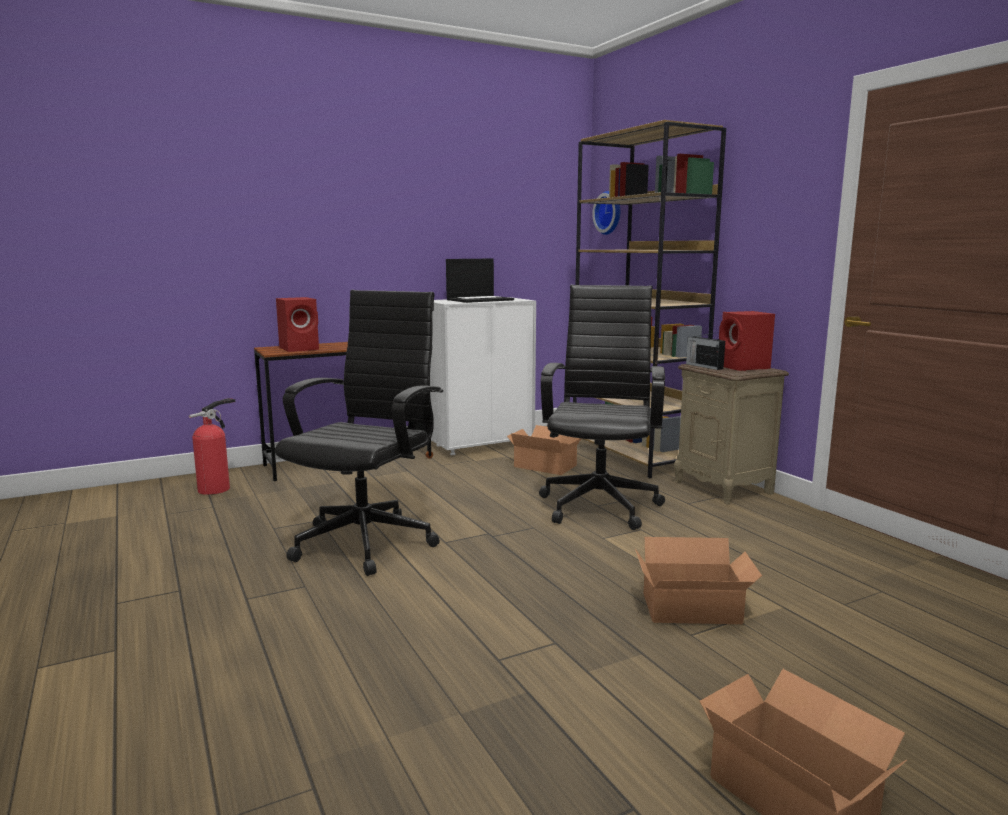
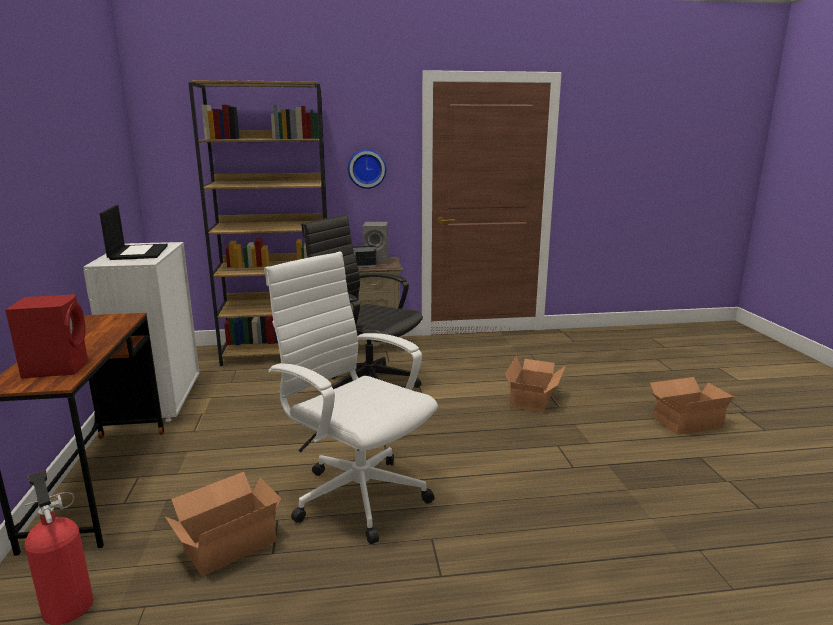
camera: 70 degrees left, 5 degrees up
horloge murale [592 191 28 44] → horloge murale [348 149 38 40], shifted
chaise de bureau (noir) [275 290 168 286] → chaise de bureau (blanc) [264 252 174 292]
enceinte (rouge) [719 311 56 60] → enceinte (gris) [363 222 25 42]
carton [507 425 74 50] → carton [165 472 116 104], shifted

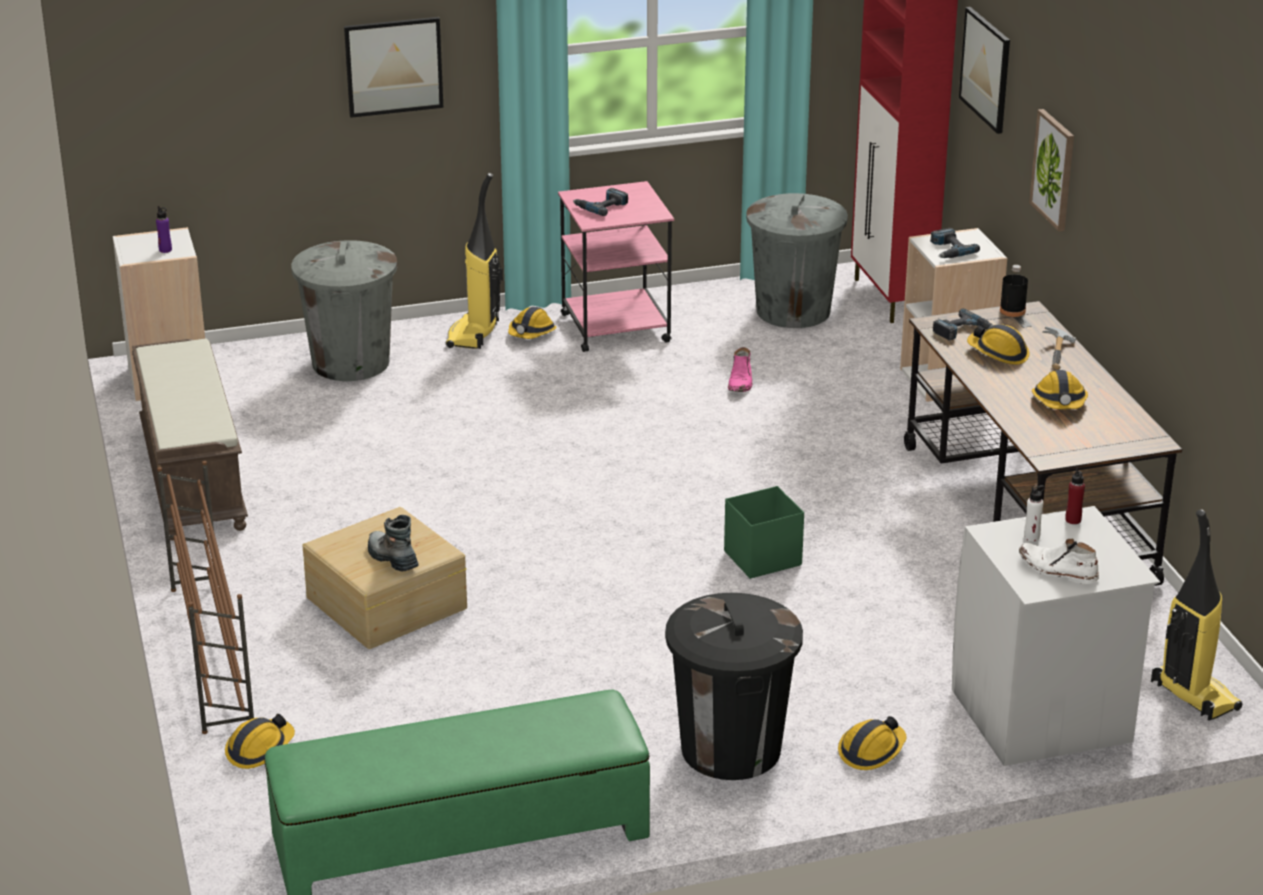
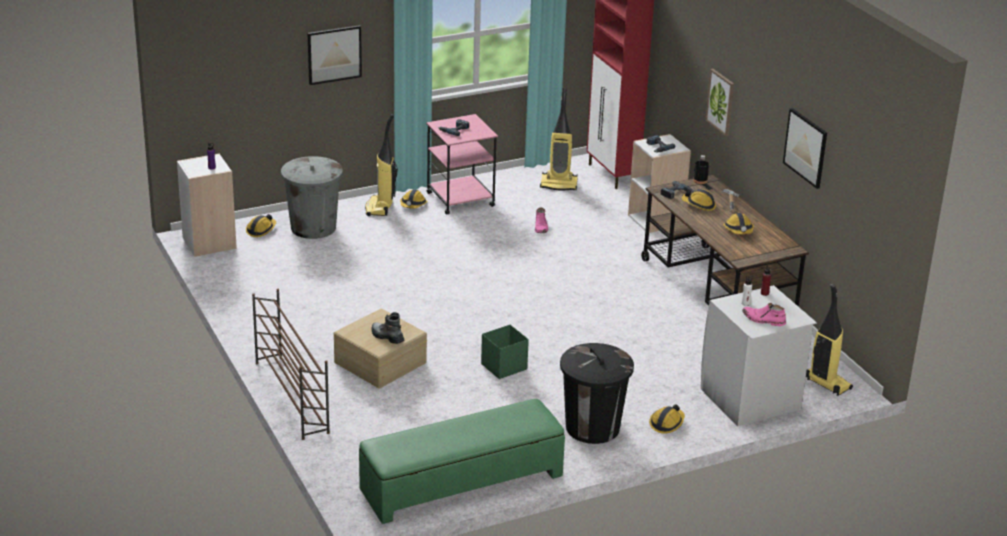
camera: 10 degrees left, 0 degrees up
tableau [959 7 51 127] → tableau [783 108 44 81], shifted
poubelle (gris) [746 193 102 135] → aspirateur [540 88 38 103]
banc (marron) [132 339 116 202] → -
boîte de rangement (vert) [724 486 80 93] → boîte de rangement (vert) [481 325 48 54], shifted
botte (blanc) [1019 538 80 46] → botte (rose) [742 303 44 23]
casque de chantier [225 714 70 55] → casque de chantier [246 214 30 23], shifted

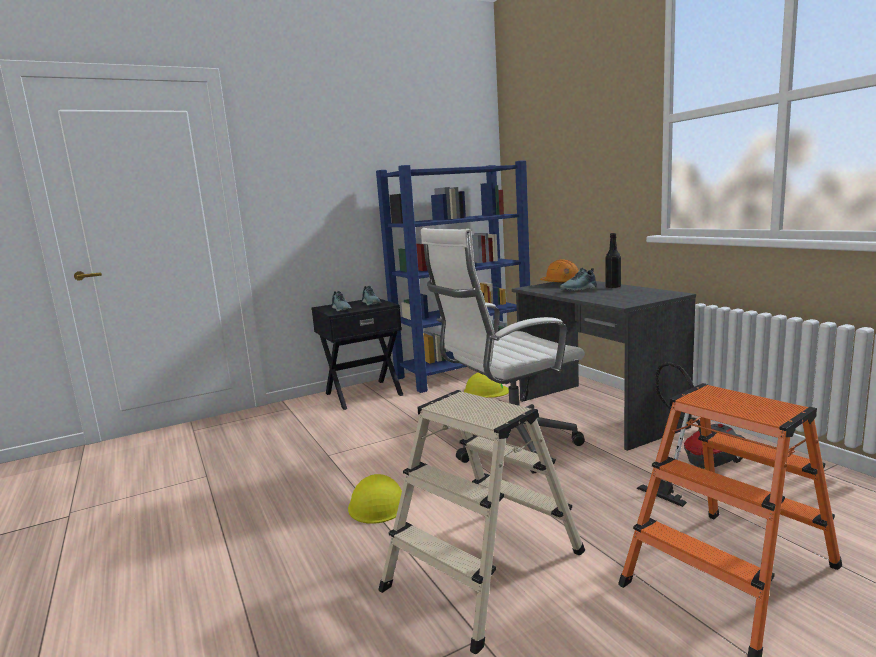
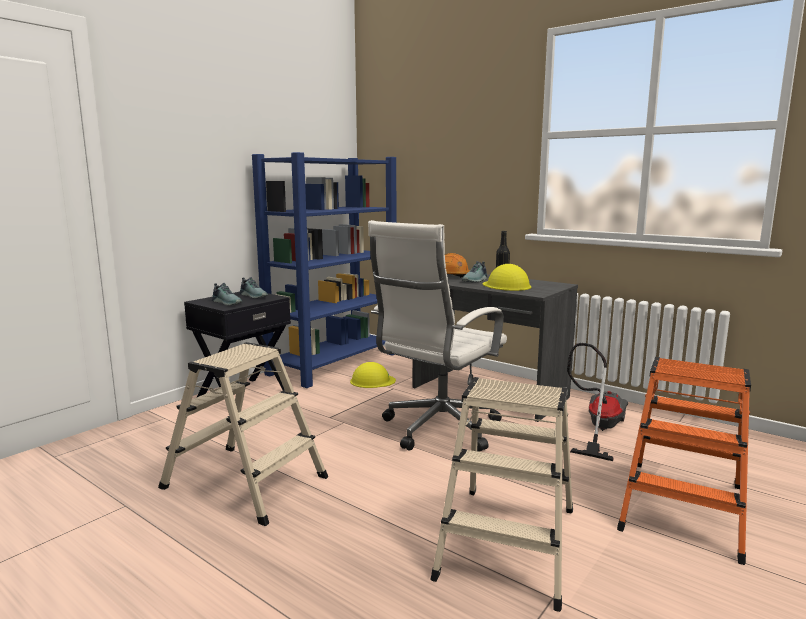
camera: 25 degrees left, 0 degrees up
casque de chantier (jaune) [348 474 54 50] → casque de chantier (jaune) [483 264 48 27], shifted
- → escabeau (beige) [158 342 170 184]

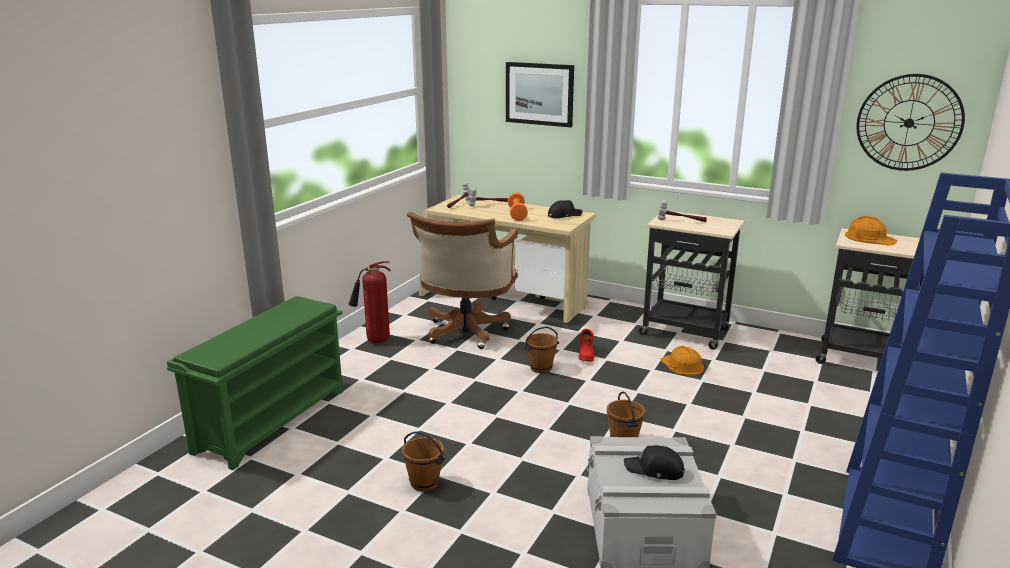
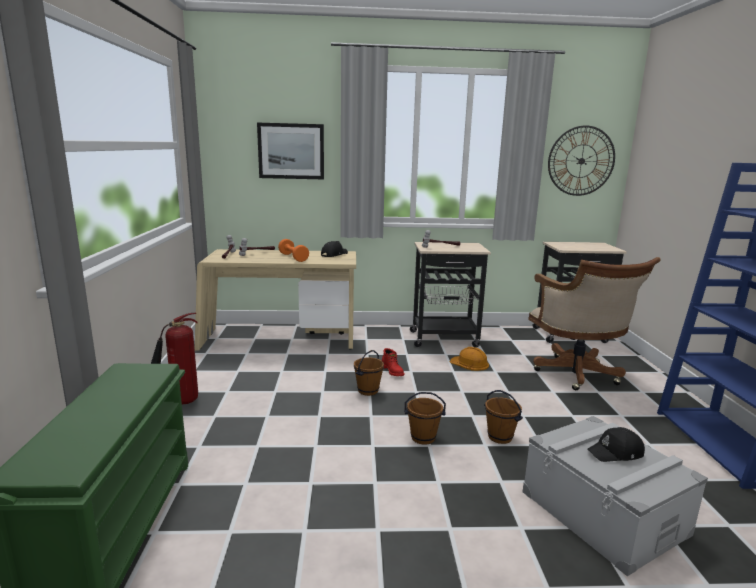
camera: 30 degrees left, 5 degrees down
chaise de bureau [407 211 111 138] → chaise de bureau [528 257 133 133], shifted
casque de chantier (orange) [845 216 52 29] → -
seau (marron) [402 431 43 61] → seau (marron) [404 392 42 53], shifted

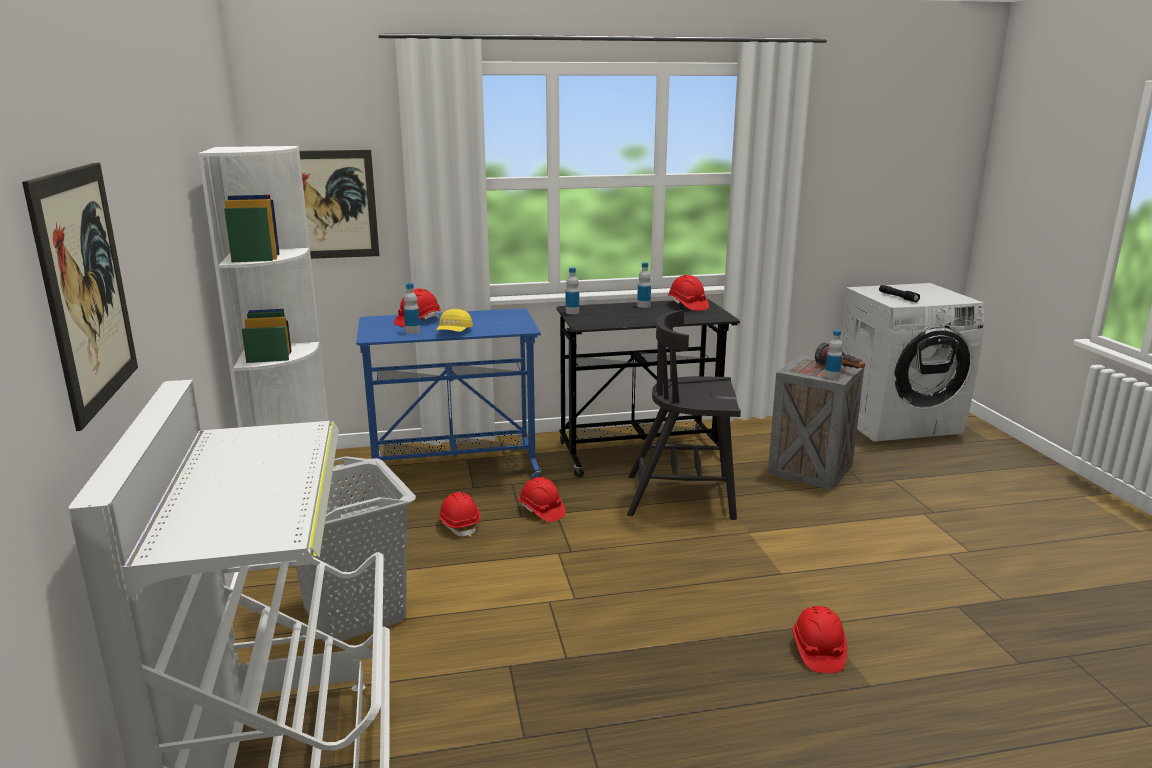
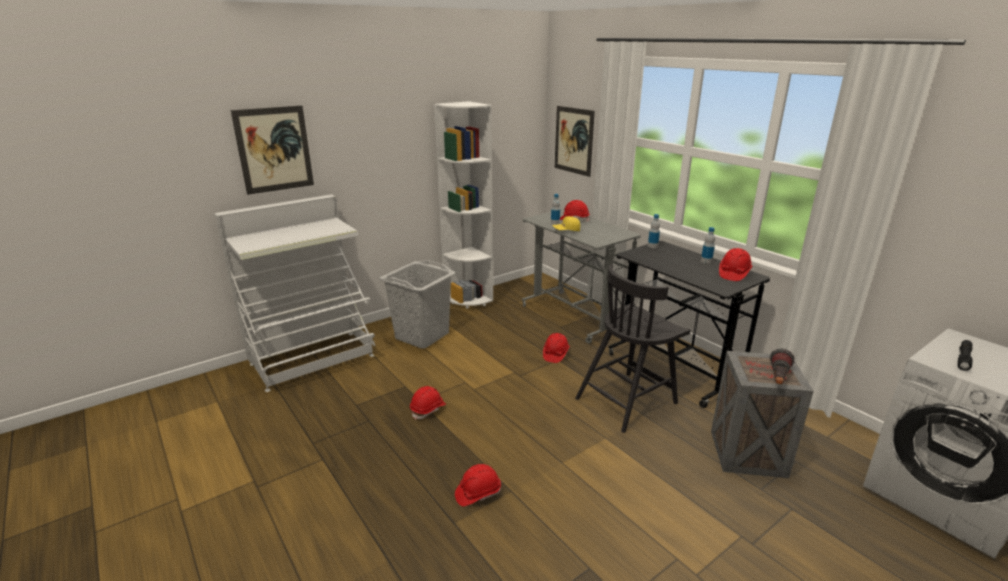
camera: 65 degrees right, 5 degrees up
bureau (bleu) [356 309 186 178] → bureau (gris) [522 209 119 135]
chaise (noir) [627 310 114 210] → chaise (noir) [575 264 115 169], 105 degrees counterclockwise
bouteille [825 330 18 49] → -
casque de chantier (rouge) [438 492 42 45] → casque de chantier (rouge) [410 386 36 34], shifted

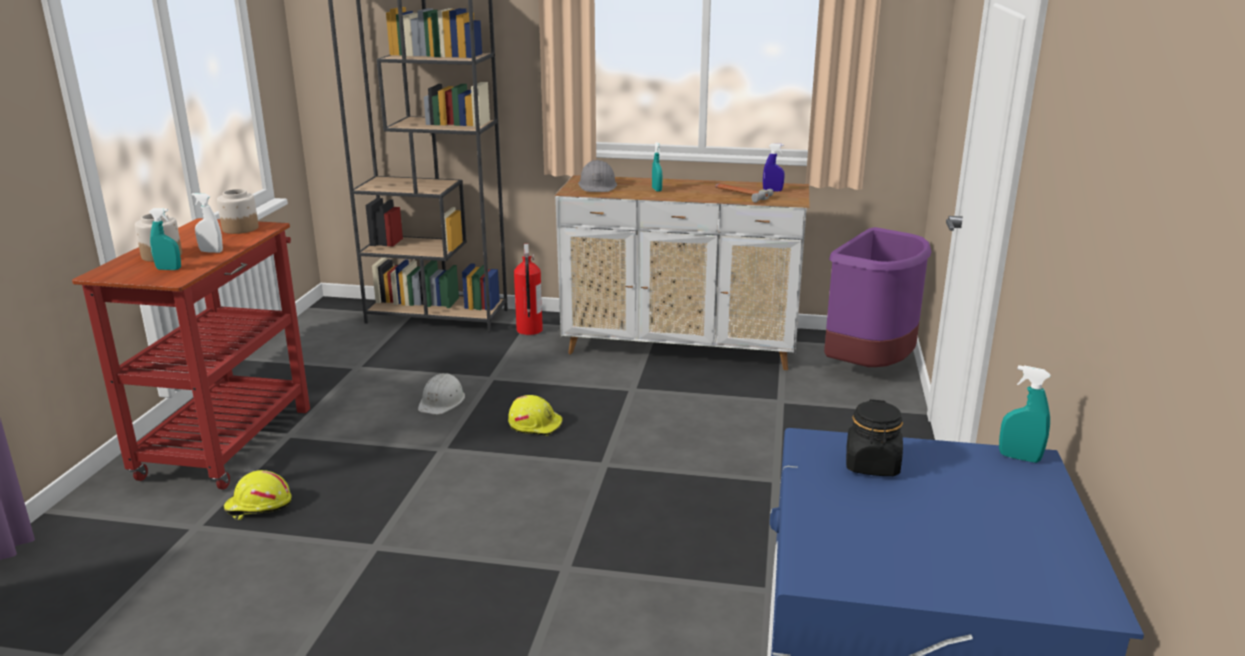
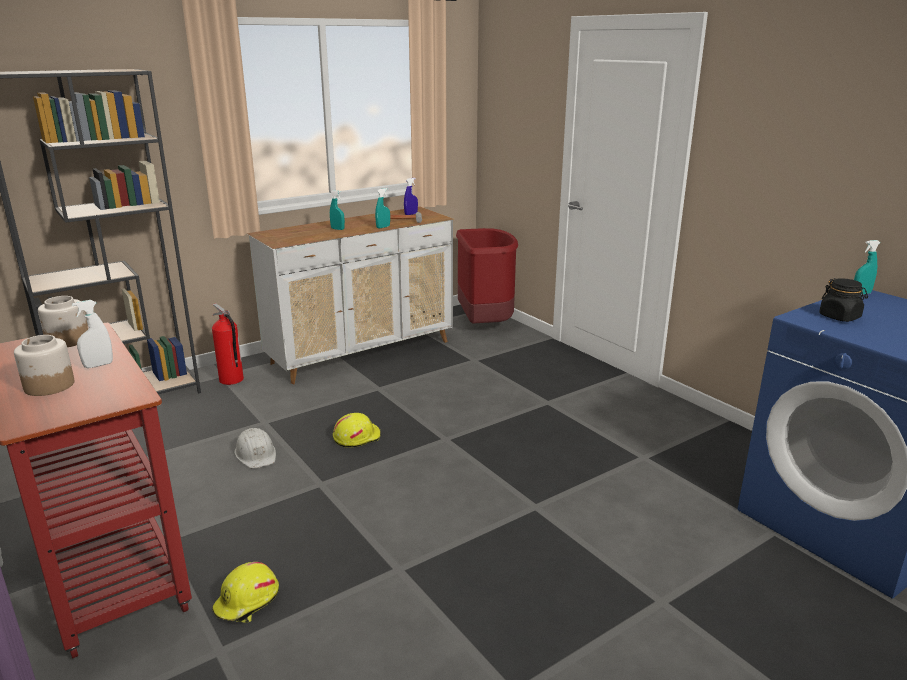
camera: 45 degrees left, 0 degrees up
casque de chantier (gris) [578 160 39 32] → -
vaporisateur (turquoise) [149 208 32 62] → vaporisateur (turquoise) [375 188 15 41], shifted
poubelle (violet) [824 227 107 140] → poubelle (rouge) [456 228 62 96]

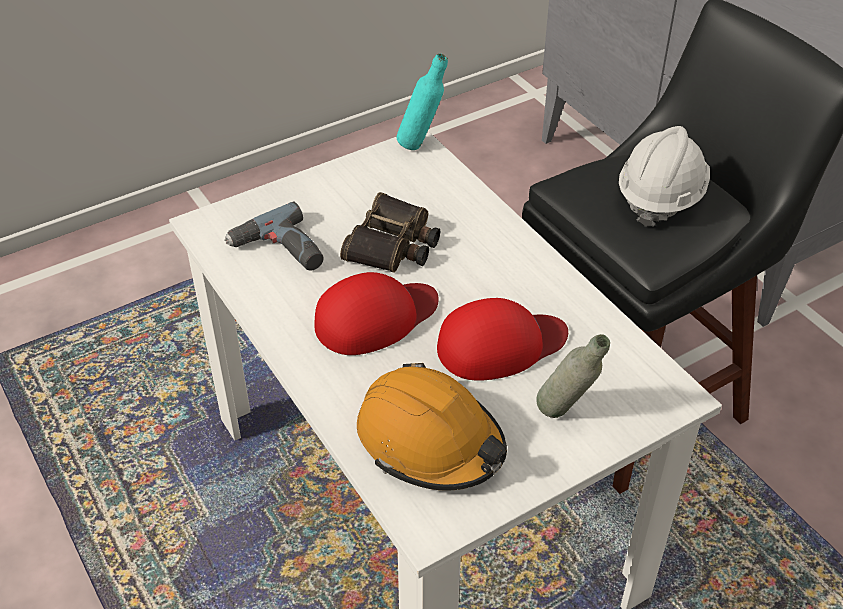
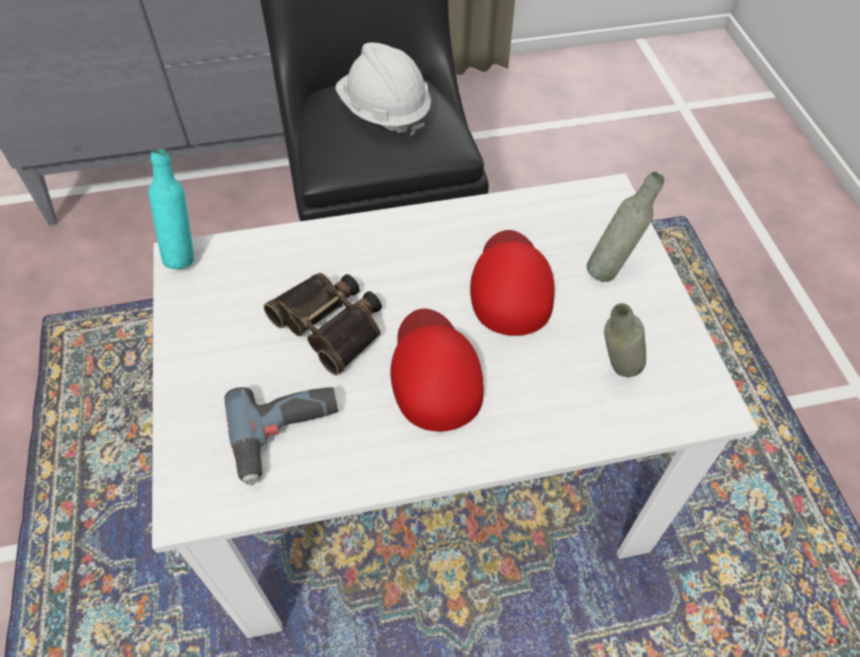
camera: 70 degrees left, 10 degrees up
casque de chantier (orange) [357 363 150 128] → bouteille (gris) [604 303 42 74]

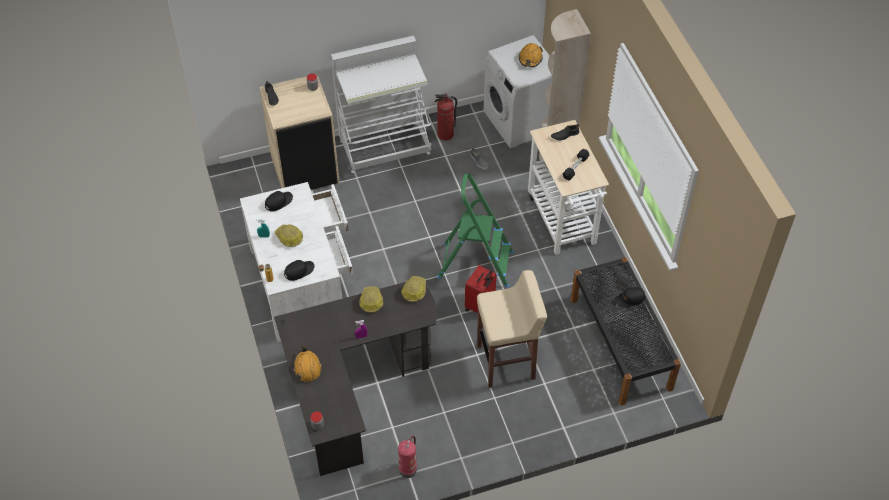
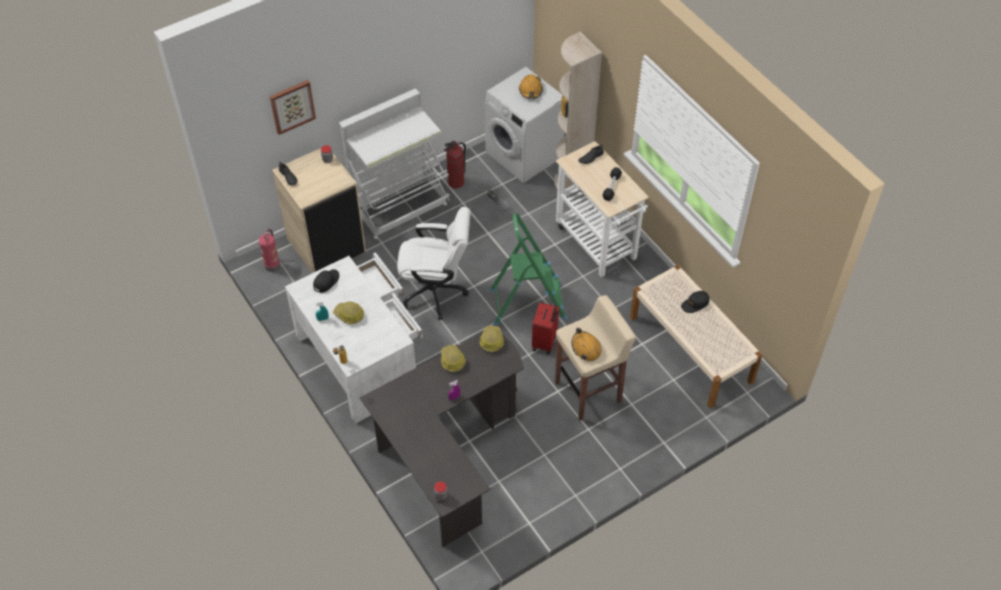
camera: 15 degrees left, 0 degrees up
banc (noir) [571 257 110 149] → banc (beige) [630 265 133 144]
casquette (noir) [284 260 31 21] → -
casque de chantier (orange) [293 346 29 36] → casque de chantier (orange) [572 328 29 33], shifted
extincteur [398 436 19 42] → extincteur [259 229 21 43], shifted
- → tableau [270 80 46 55]
- → chaise de bureau (blanc) [397 207 74 113]

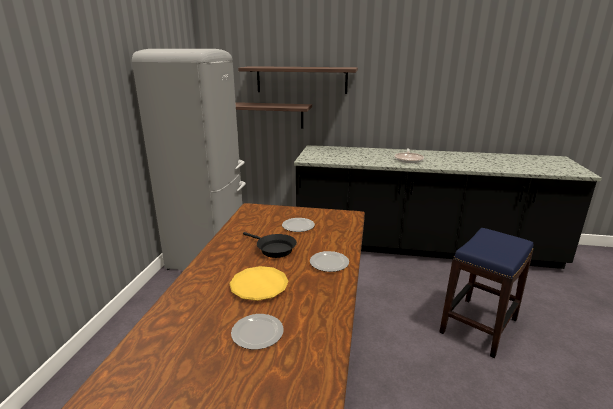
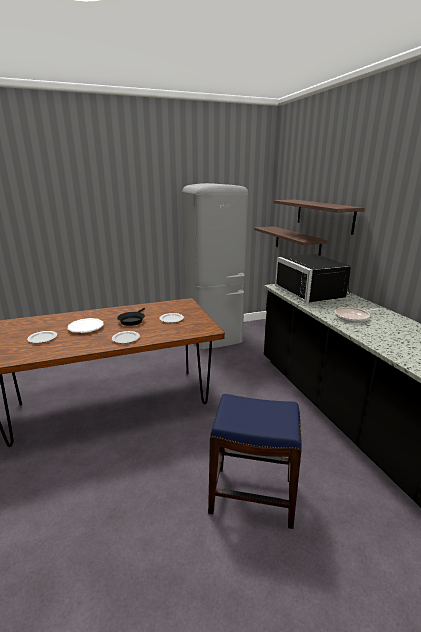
camera: 60 degrees right, 0 degrees up
assiette (jaune) [229 266 60 35] → assiette (blanc) [68 318 36 15]
- → micro-ondes (noir) [275 254 76 49]

